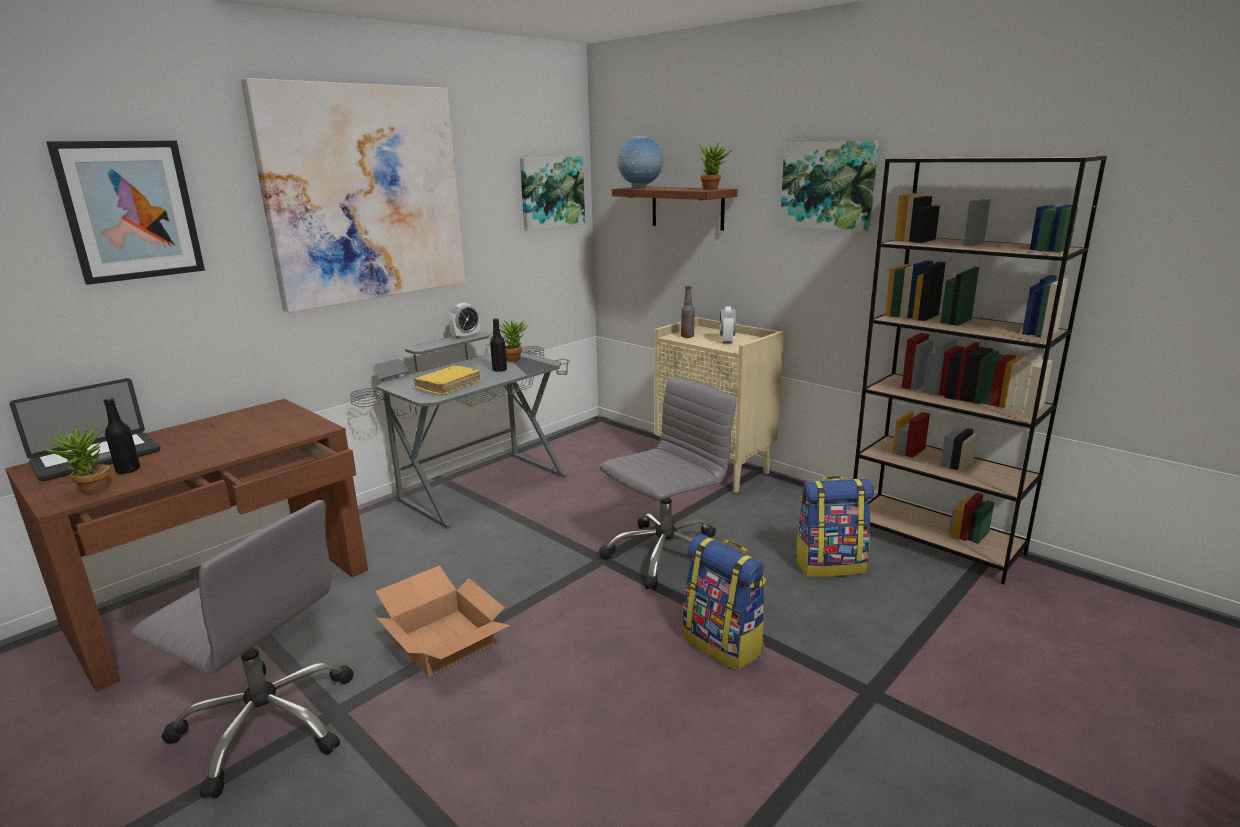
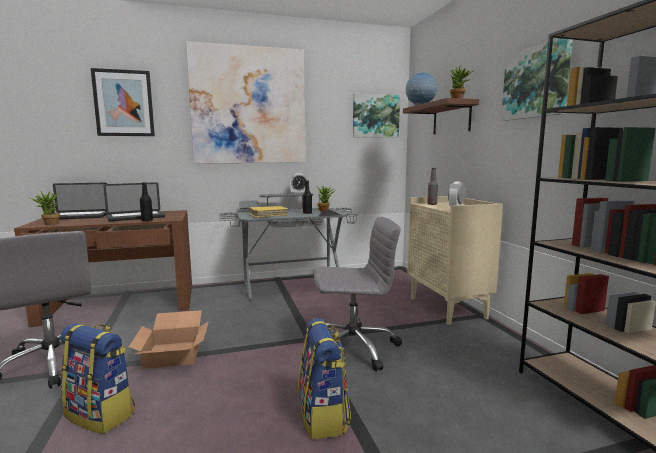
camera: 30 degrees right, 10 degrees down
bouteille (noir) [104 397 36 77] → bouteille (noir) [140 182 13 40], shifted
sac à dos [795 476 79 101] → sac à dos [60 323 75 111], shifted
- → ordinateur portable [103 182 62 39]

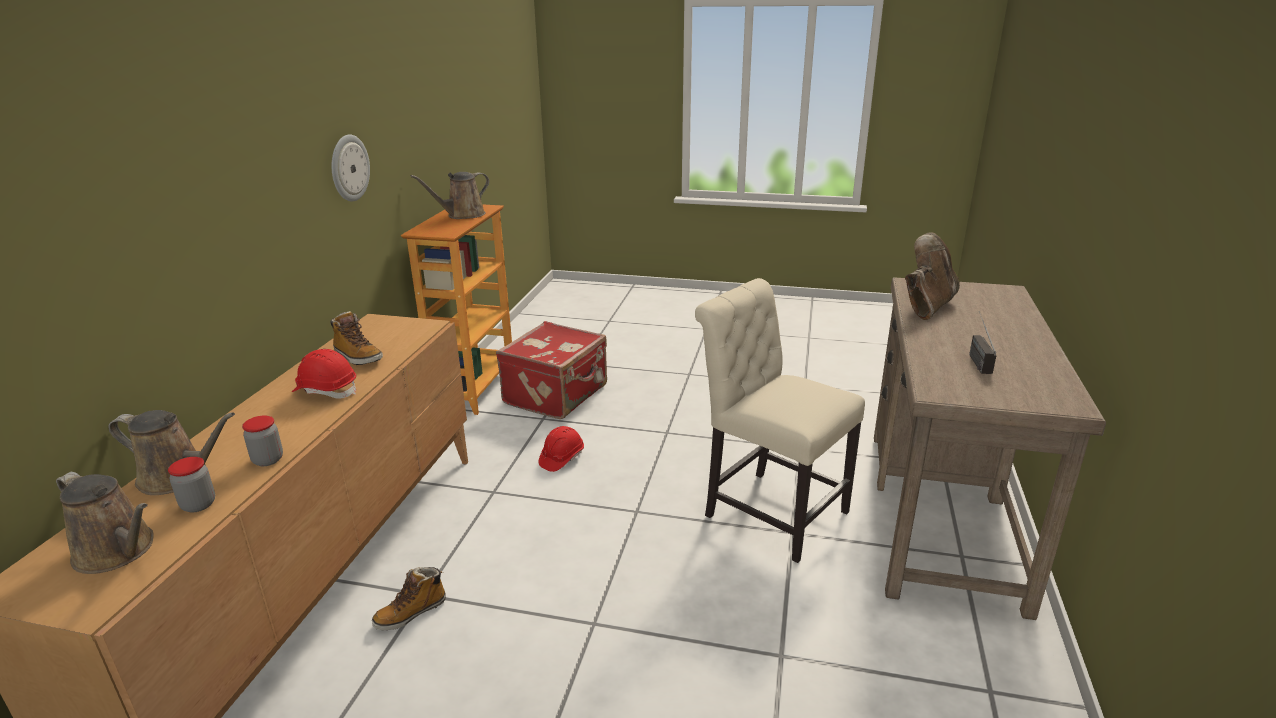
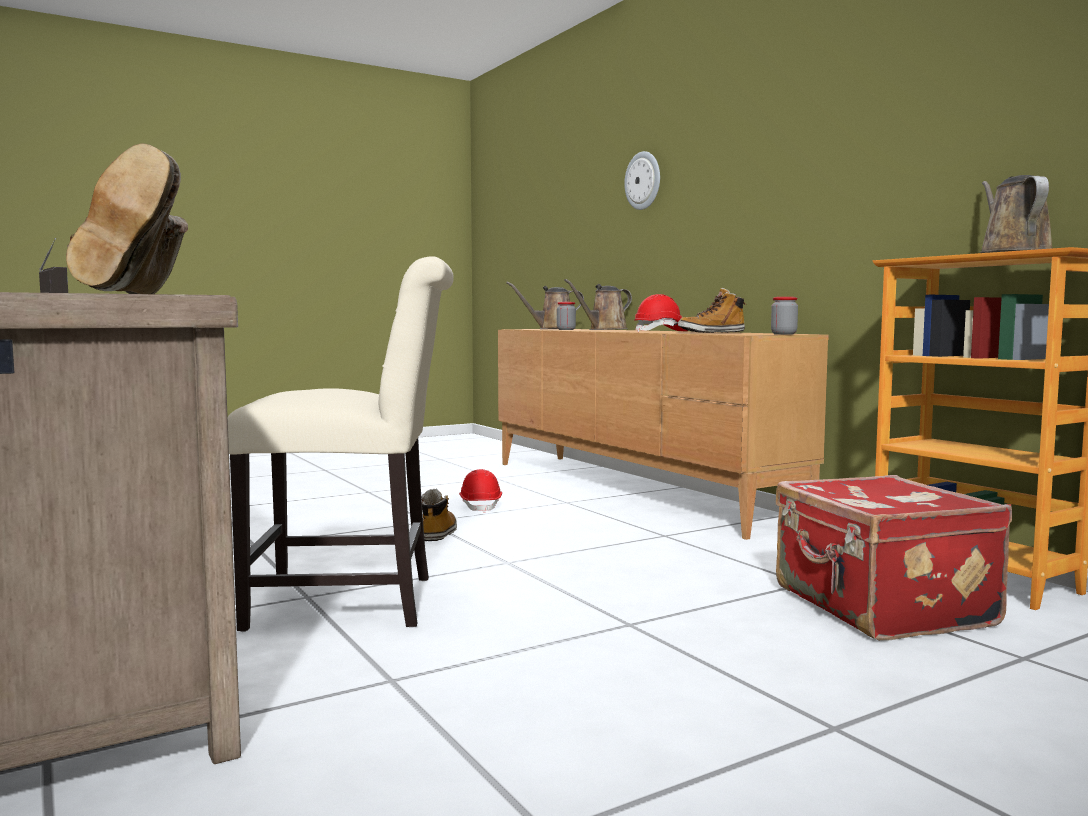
camera: 135 degrees right, 20 degrees down
horloge murale [332 135 38 67] → horloge murale [624 151 36 59], shifted
bocal [242 416 41 50] → bocal [771 297 27 38], shifted
casque de chantier (rouge) [538 426 46 46] → casque de chantier (rouge) [459 469 43 44], shifted
botte [372 567 74 63] → botte [422 489 35 52], shifted

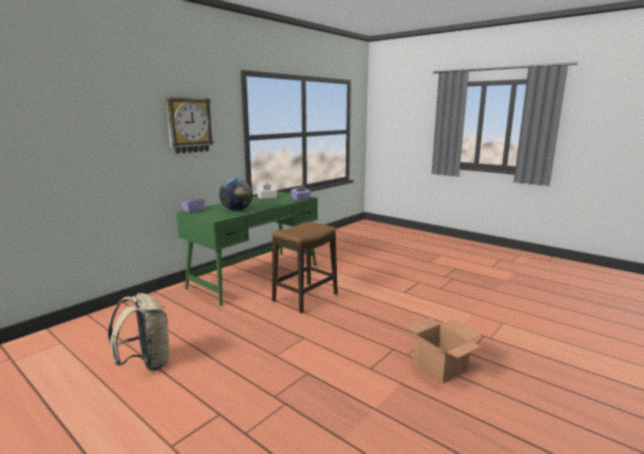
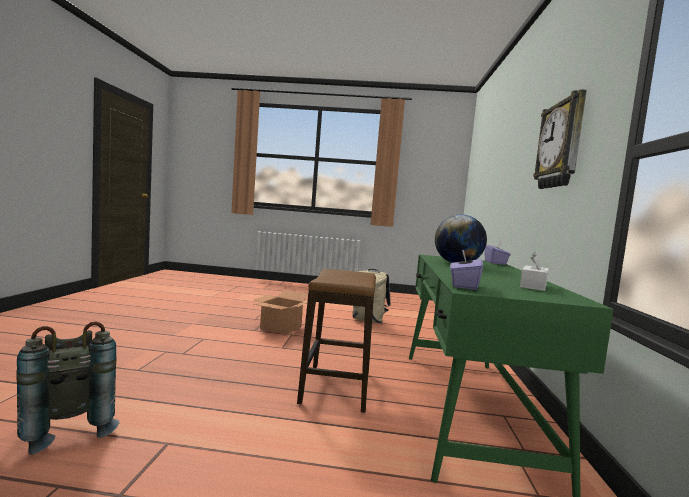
camera: 145 degrees right, 10 degrees down
carton [405 317 77 66] → carton [253 289 55 46], shifted
- → sac à dos (gris) [16 321 103 134]

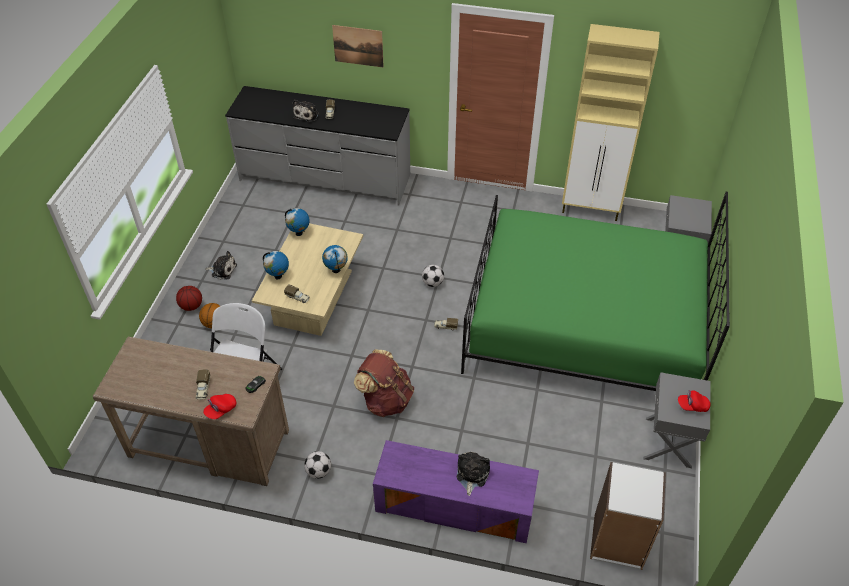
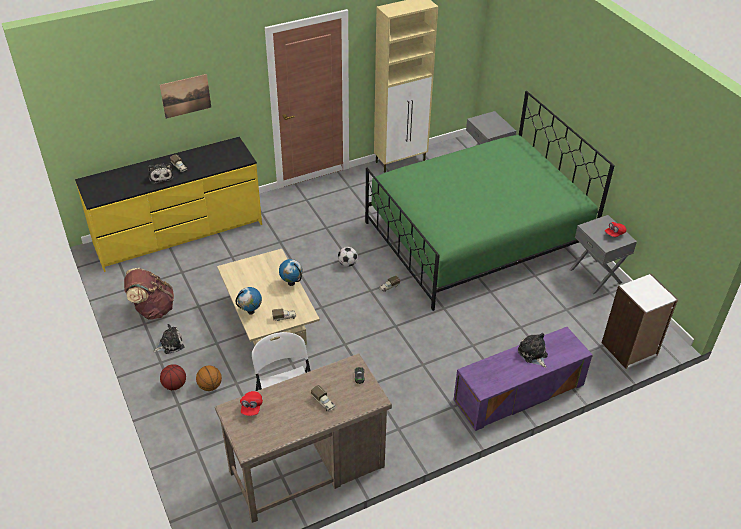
camera: 40 degrees left, 5 degrees down
commode (gris) [225 86 185 120] → commode (jaune) [75 137 187 135]
globe [285 208 25 28] → -
sac à dos (marron) [354 349 61 68] → sac à dos (marron) [124 268 50 52], shifted
casquette (rouge) [203 394 33 25] → casquette (rouge) [240 391 23 25], shifted
ballon de foot [304 451 27 28] → -

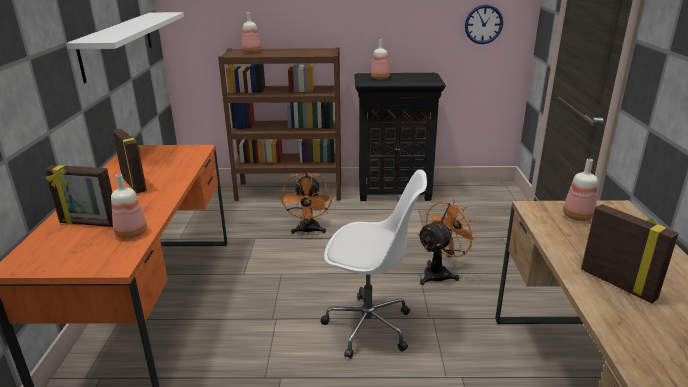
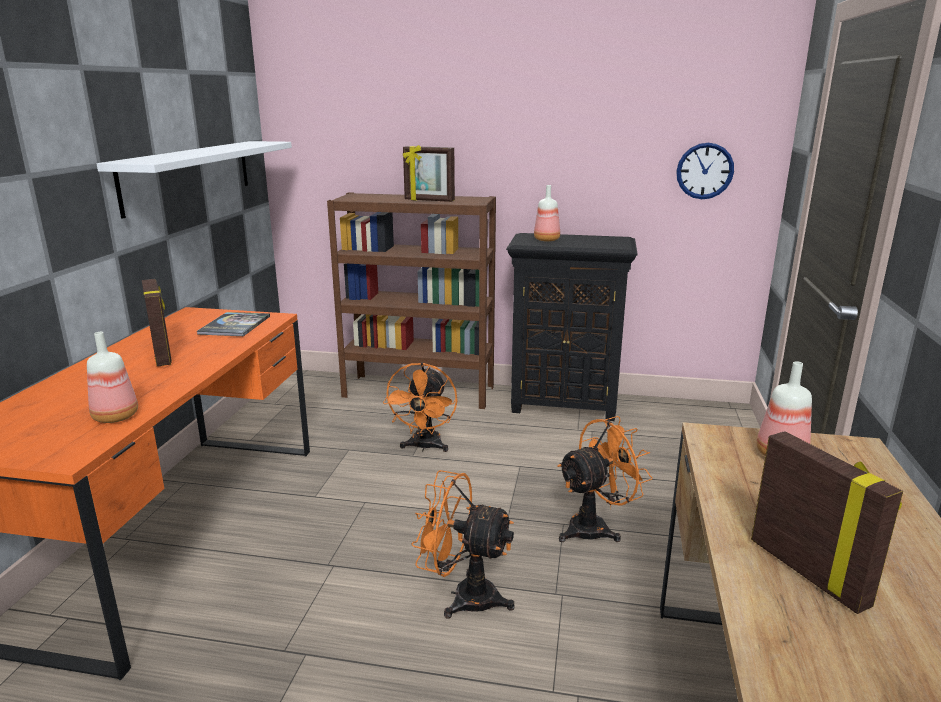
camera: 10 degrees right, 5 degrees down
bouteille [242 12 19 41] → -
cadre photo [45 165 68 62] → cadre photo [403 145 52 57], shifted
chaise de bureau (blanc) [320 170 107 189] → ventilateur (orange) [411 470 104 149]
- → livre [197 312 73 24]

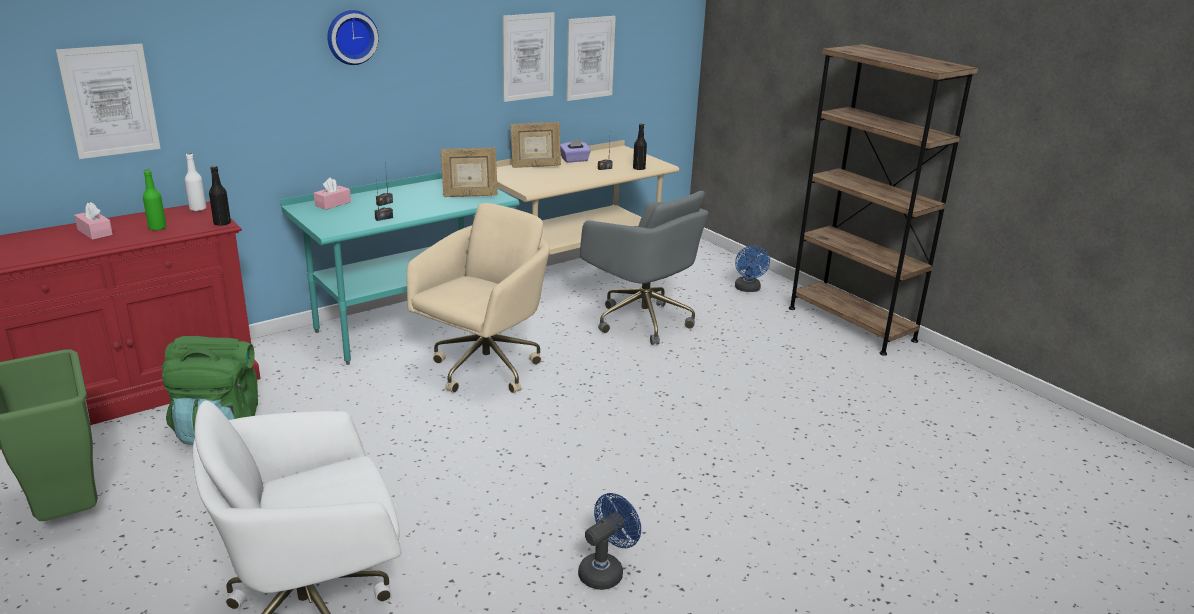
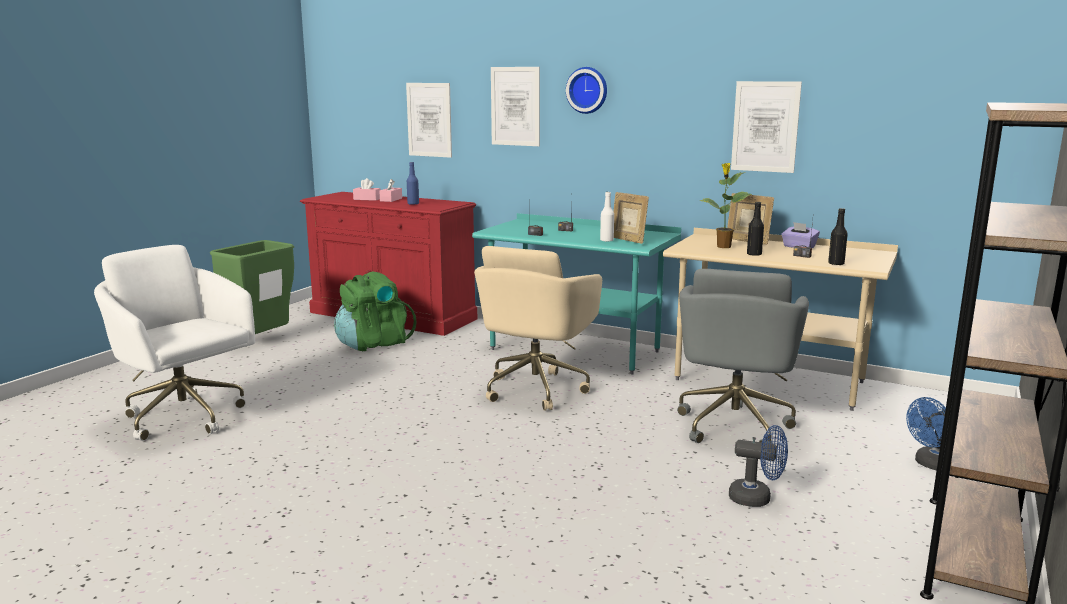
camera: 65 degrees right, 10 degrees down
tableau [566 16 50 85] → tableau [491 67 49 79], shifted
bouteille (blanc) [185 153 21 58] → bouteille (blanc) [600 192 14 50], shifted
bouteille (noir) [209 166 22 60] → bouteille (noir) [747 202 17 54], shifted
bouteille (vert) [143 169 24 62] → bouteille (bleu) [407 162 12 43]
boîte à mouchoirs (rose) [314 177 37 33] → boîte à mouchoirs (rose) [353 178 28 23], shifted
chaise de bureau (beige) [407 203 143 190] → chaise de bureau (beige) [474 246 128 165], 105 degrees clockwise
ventilateur (bleu) [578 493 63 97] → ventilateur (bleu) [729 425 59 82], shifted
- → plante en pot [699 163 53 85]

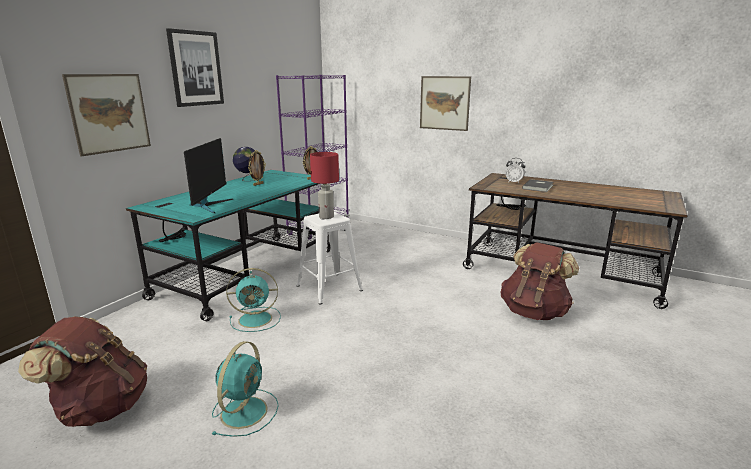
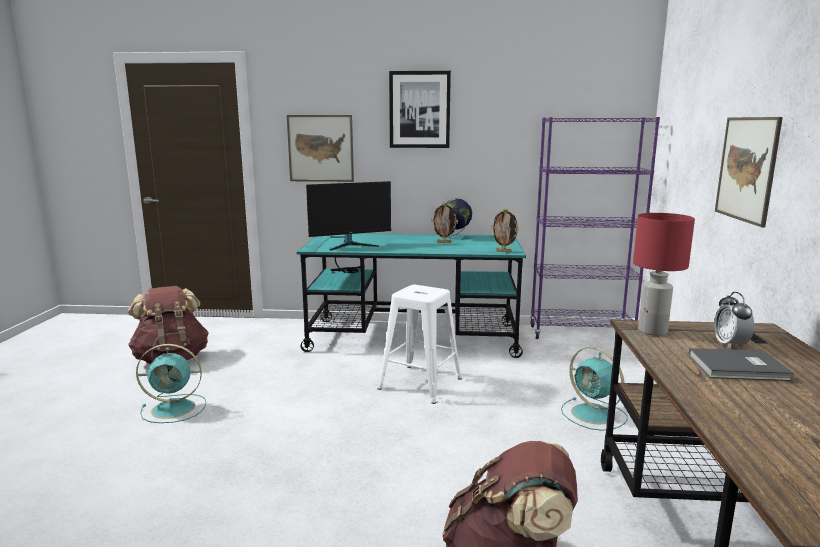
camera: 65 degrees right, 5 degrees down
lampe de table (rouge) [310 152 29 67] → lampe de table (rouge) [633 213 62 123], shifted
ventilateur (turquoise) [226 268 55 64] → ventilateur (turquoise) [561 347 67 84], shifted

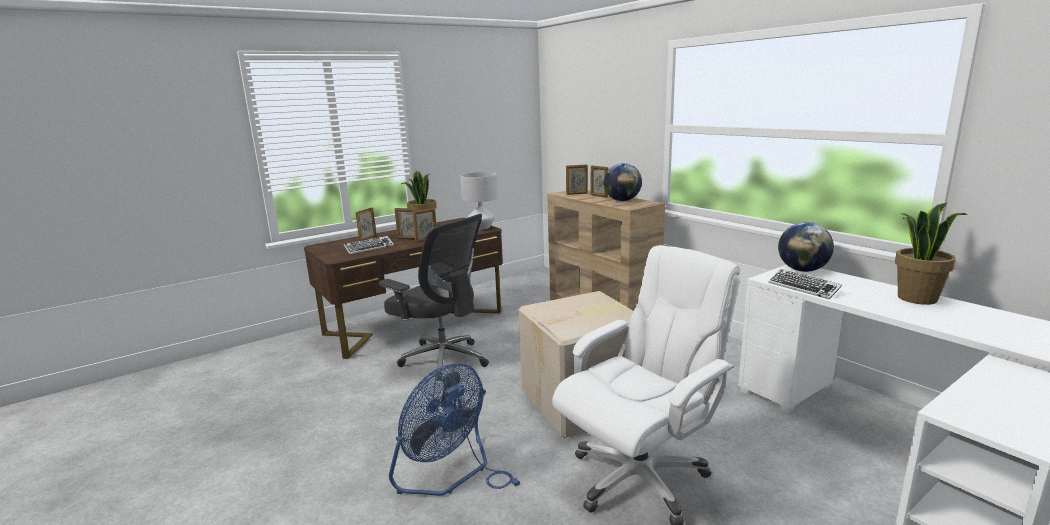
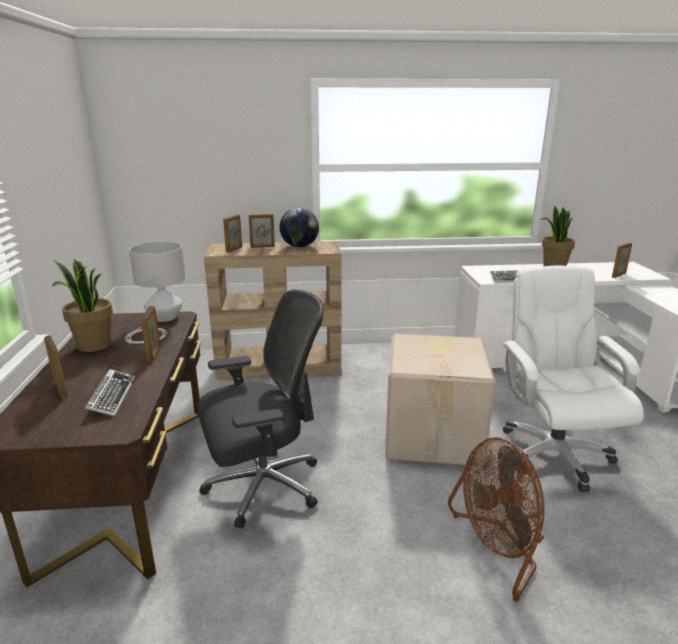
camera: 60 degrees left, 5 degrees up
cadre photo [395 208 21 31] → cadre photo [612 243 20 35], shifted
globe [778 222 56 50] → -
ventilateur (bleu) [389 364 131 132] → ventilateur (marron) [448 437 97 165]

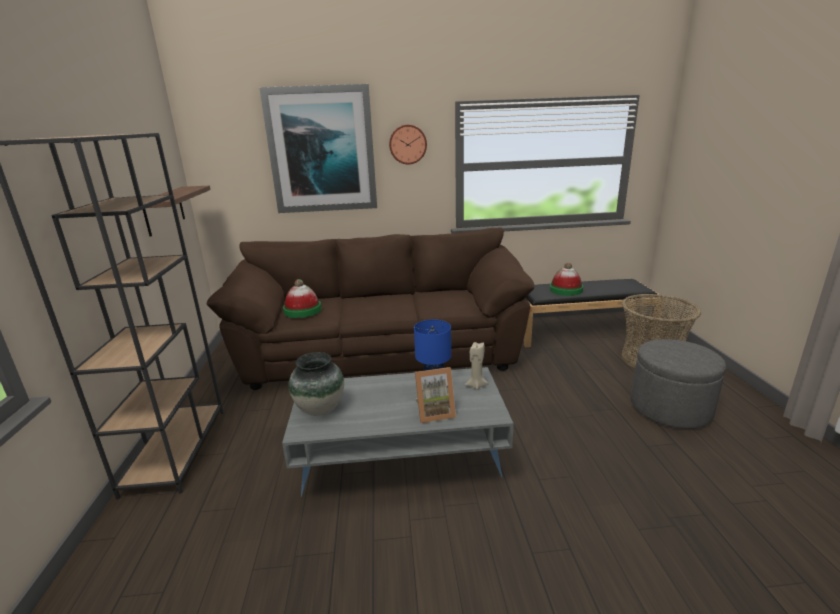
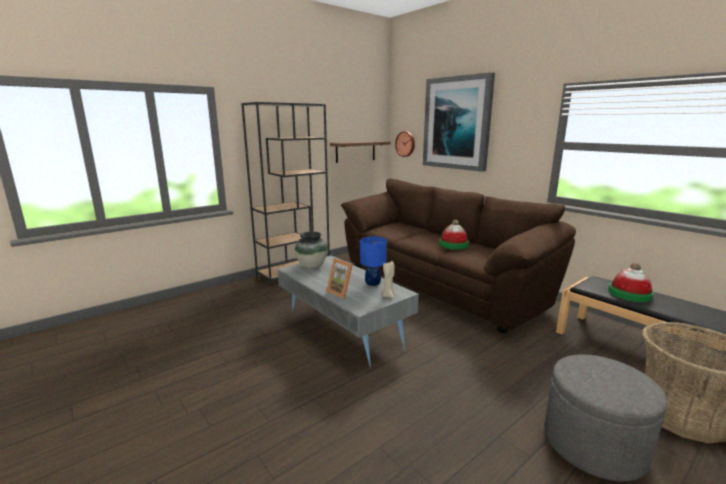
camera: 55 degrees right, 5 degrees down
horloge murale [389 125 38 40] → horloge murale [395 131 20 26], shifted
chapeau [283 279 38 39] → chapeau [439 220 30 30], shifted

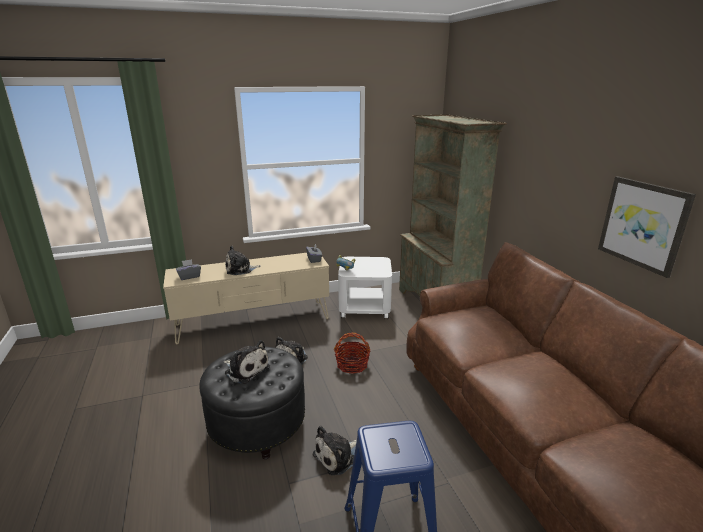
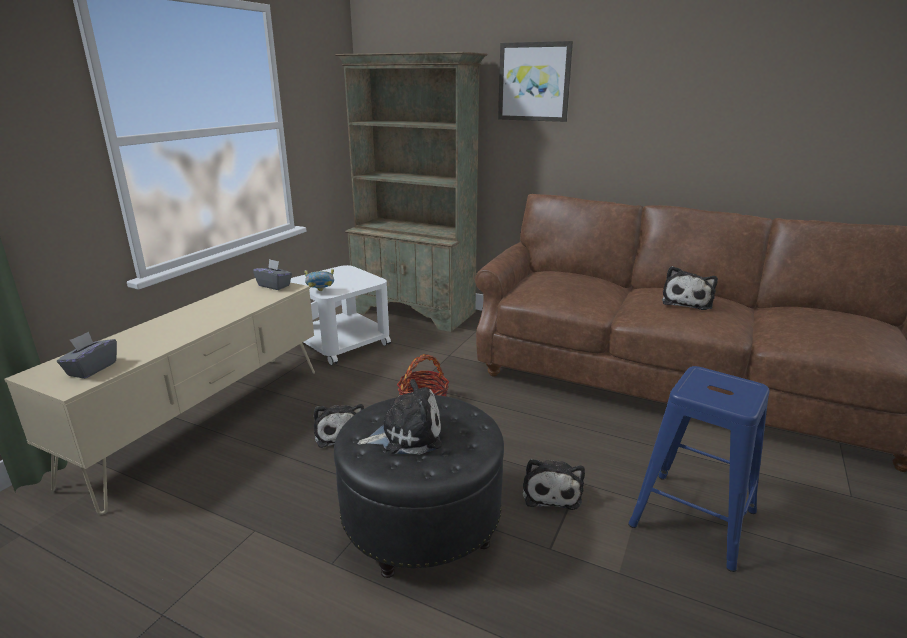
camera: 45 degrees left, 0 degrees up
tableau [598 176 98 102] → tableau [498 41 75 81], shifted
peluche [225 246 36 29] → peluche [662 266 56 44], shifted

